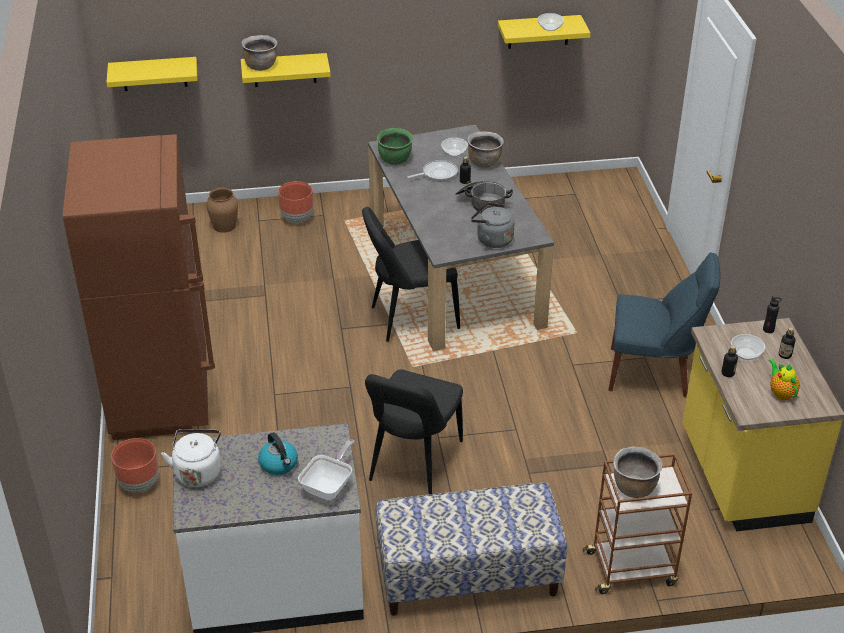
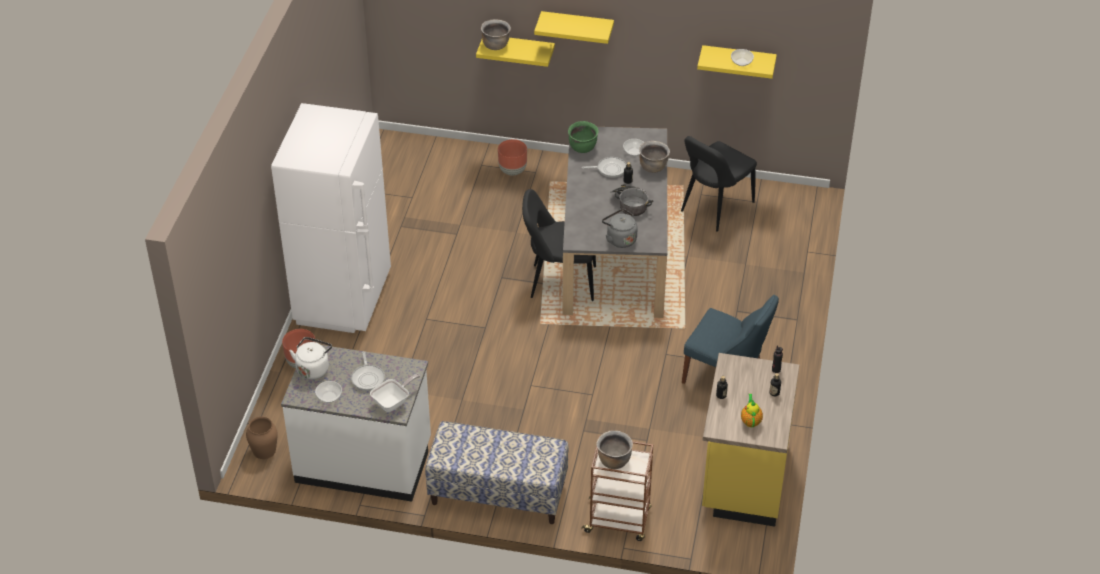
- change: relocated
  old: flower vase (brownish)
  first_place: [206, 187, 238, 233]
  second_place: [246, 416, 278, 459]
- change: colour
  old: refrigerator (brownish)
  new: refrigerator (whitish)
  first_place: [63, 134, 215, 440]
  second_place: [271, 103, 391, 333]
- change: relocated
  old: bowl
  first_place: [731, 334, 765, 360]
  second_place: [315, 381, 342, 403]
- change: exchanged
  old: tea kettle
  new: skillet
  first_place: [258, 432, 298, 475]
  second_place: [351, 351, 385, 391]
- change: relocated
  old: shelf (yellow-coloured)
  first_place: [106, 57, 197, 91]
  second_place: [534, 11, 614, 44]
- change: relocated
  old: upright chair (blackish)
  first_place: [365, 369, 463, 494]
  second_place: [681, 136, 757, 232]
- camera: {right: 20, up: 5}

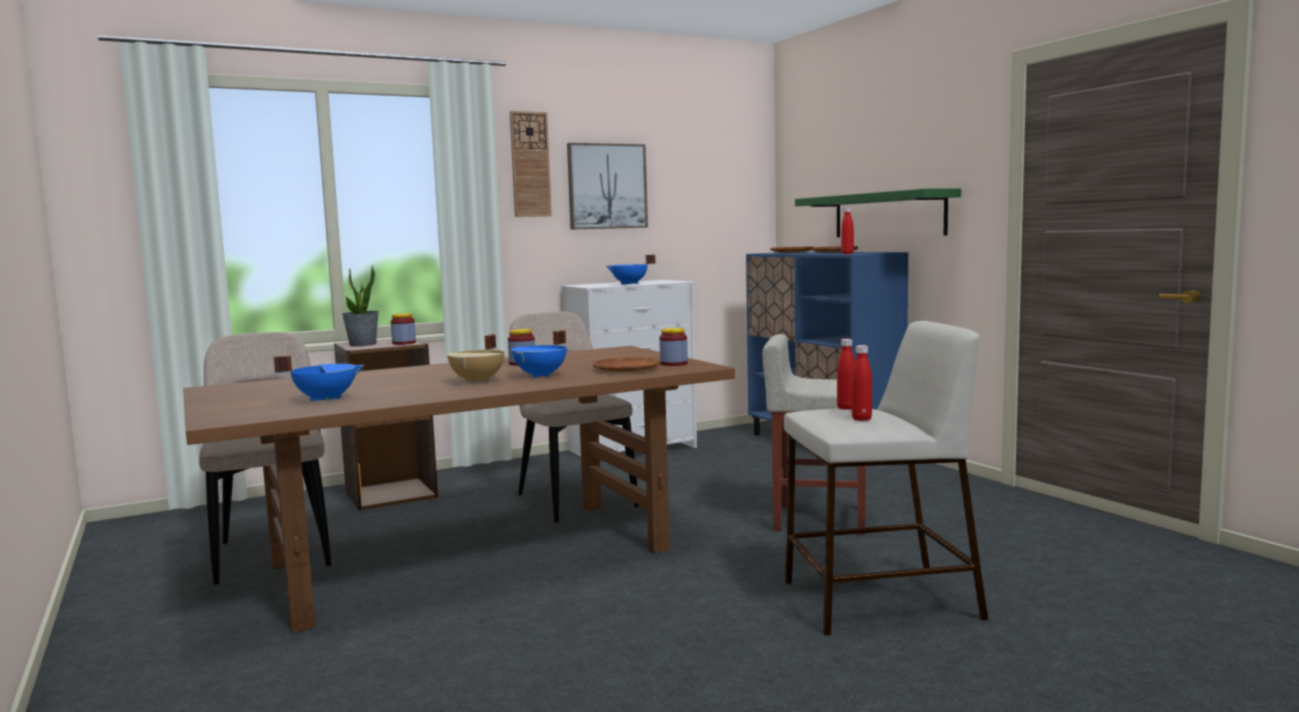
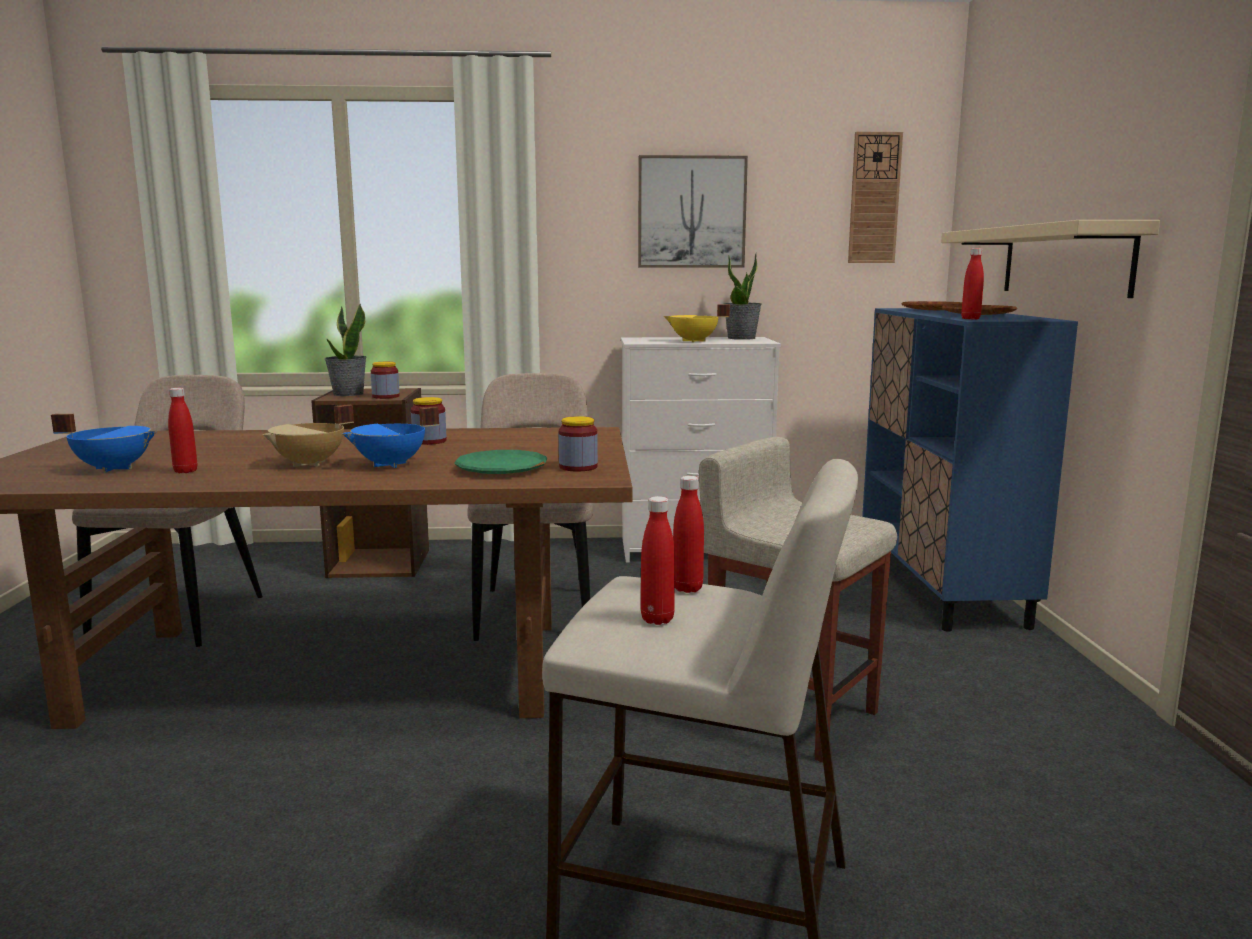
- change: appeared
  new: drink bottle (reddish)
  second_place: [168, 388, 197, 473]
- change: colour
  old: flat dish (brownish)
  new: flat dish (greenish)
  first_place: [593, 357, 660, 372]
  second_place: [454, 450, 547, 474]
- change: colour
  old: cooking pot (blue)
  new: cooking pot (yellow-coloured)
  first_place: [606, 255, 656, 284]
  second_place: [664, 304, 730, 342]
- change: appeared
  new: houseplant
  second_place: [724, 253, 762, 340]
- change: relocated
  old: clock on the wall
  first_place: [510, 111, 552, 217]
  second_place: [848, 132, 903, 263]
- change: colour
  old: shelf (greenish)
  new: shelf (sand-coloured)
  first_place: [795, 188, 961, 237]
  second_place: [941, 220, 1160, 298]
- camera: {right: 25, up: 5}

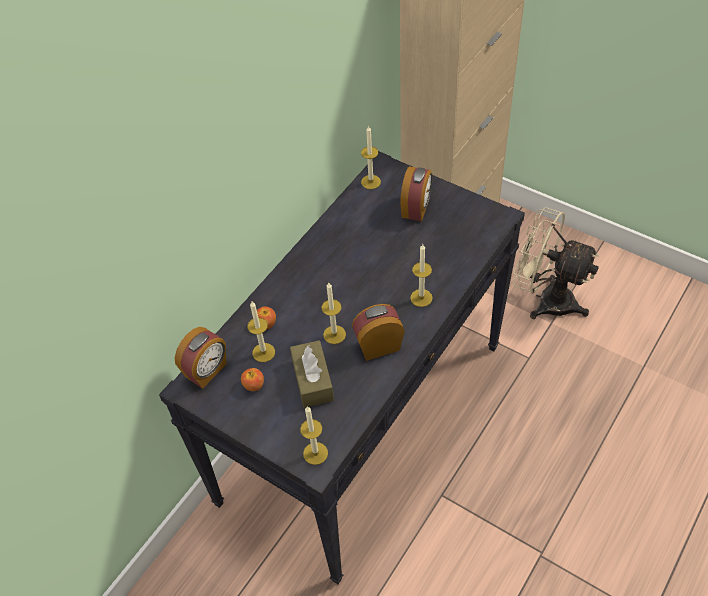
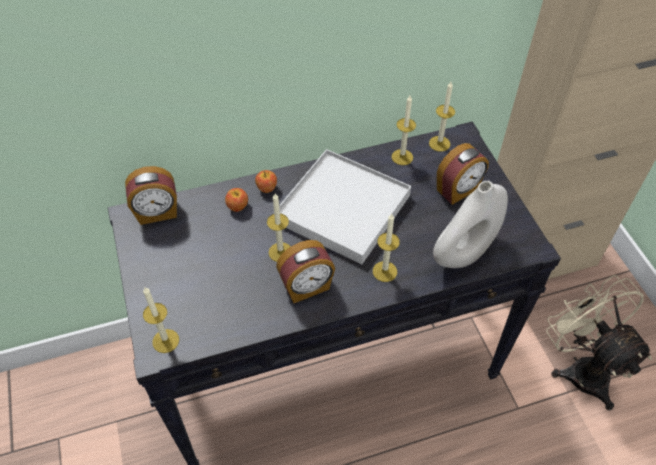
- change: relocated
  old: whole apple
  first_place: [241, 368, 264, 391]
  second_place: [255, 170, 277, 193]
- change: spun
  old: alarm clock
  first_place: [352, 304, 405, 361]
  second_place: [276, 240, 335, 303]
  degrees: 135
- change: appeared
  new: carrying tray (whitish)
  second_place: [279, 149, 411, 265]
- change: relocated
  old: candle
  first_place: [248, 302, 275, 362]
  second_place: [391, 96, 416, 165]
- change: appeared
  new: flower vase (whitish)
  second_place: [433, 181, 508, 268]
- change: missing
  old: box of tissues (brownish)
  first_place: [290, 340, 334, 408]
- camera: {right: 35, up: 0}

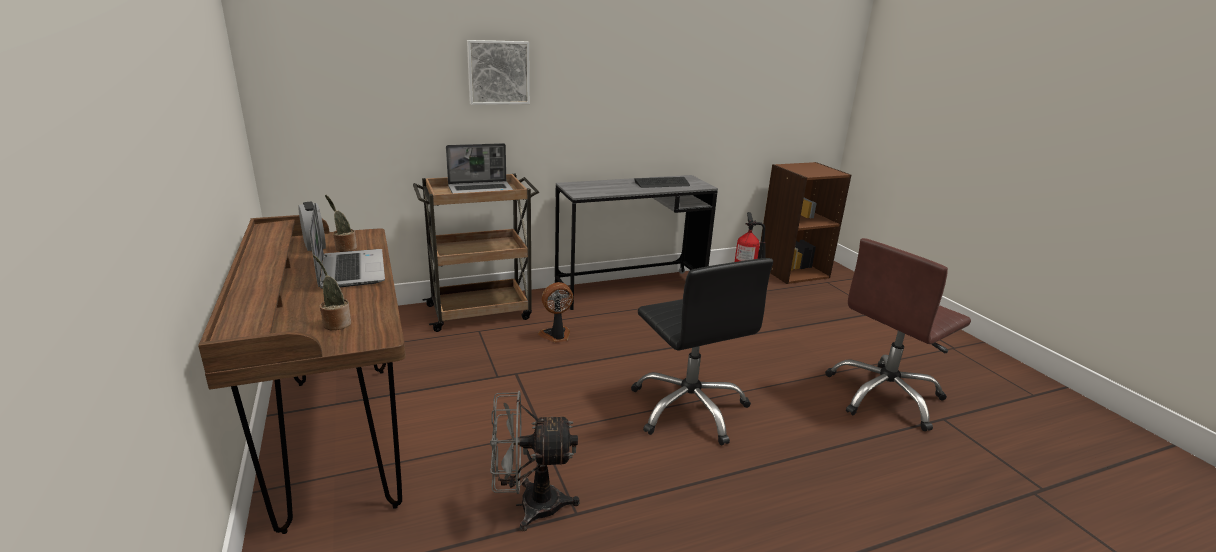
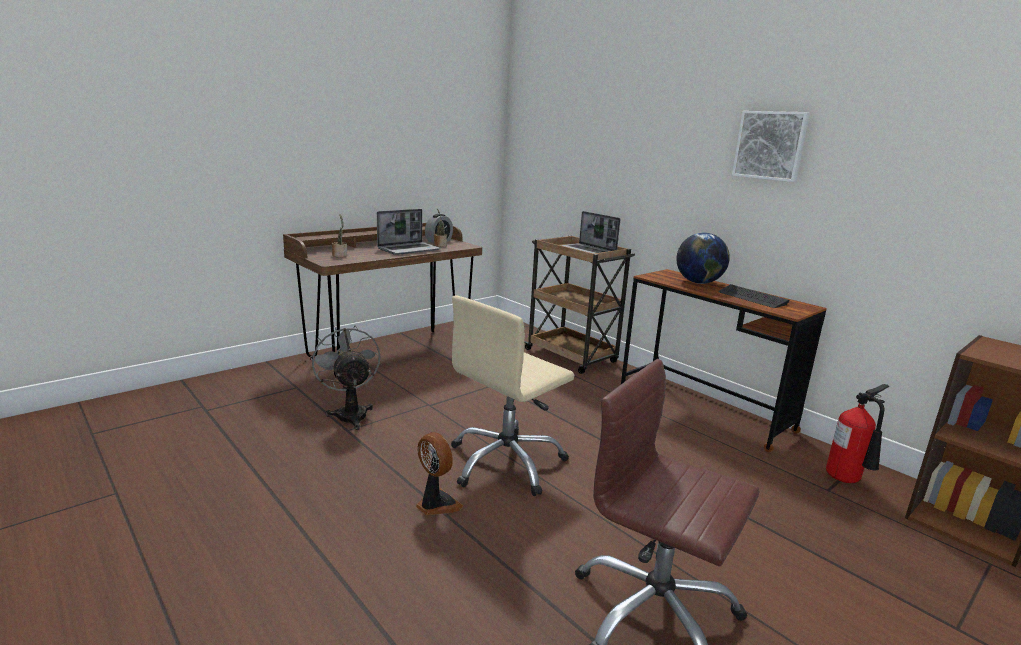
- change: relocated
  old: electric fan
  first_place: [538, 282, 573, 343]
  second_place: [416, 432, 463, 515]
- change: colour
  old: desk chair (blackish)
  new: desk chair (sand-coloured)
  first_place: [631, 258, 773, 445]
  second_place: [451, 295, 574, 496]
- change: colour
  old: desk (greyish)
  new: desk (brownish)
  first_place: [555, 175, 718, 310]
  second_place: [621, 269, 827, 452]
- change: appeared
  new: desk globe
  second_place: [676, 233, 730, 284]
- change: relocated
  old: wall art
  first_place: [467, 40, 530, 105]
  second_place: [732, 111, 810, 182]
- camera: {right: 70, up: -5}

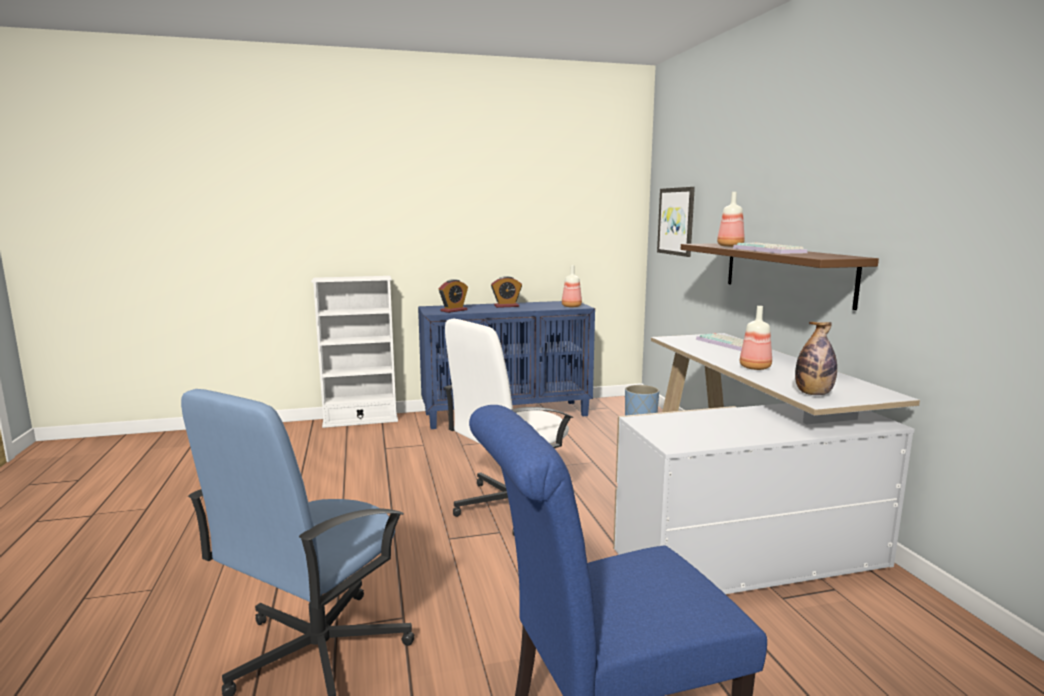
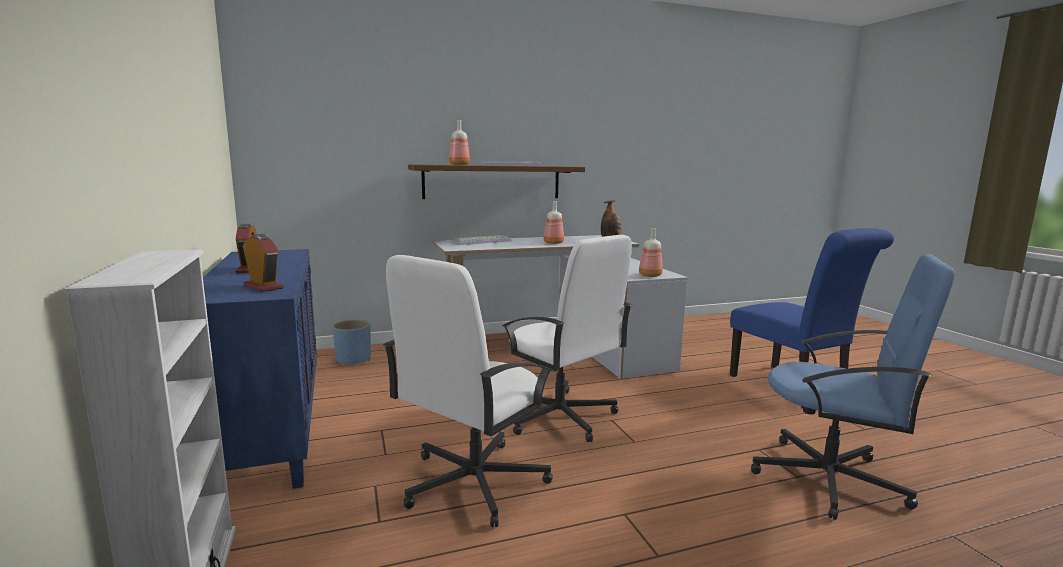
- change: appeared
  new: desk chair (whitish)
  second_place: [383, 255, 553, 528]
- change: relocated
  old: drink bottle
  first_place: [562, 265, 582, 307]
  second_place: [639, 228, 663, 277]
- change: missing
  old: wall art
  first_place: [657, 187, 695, 257]
- camera: {right: -95, up: 0}

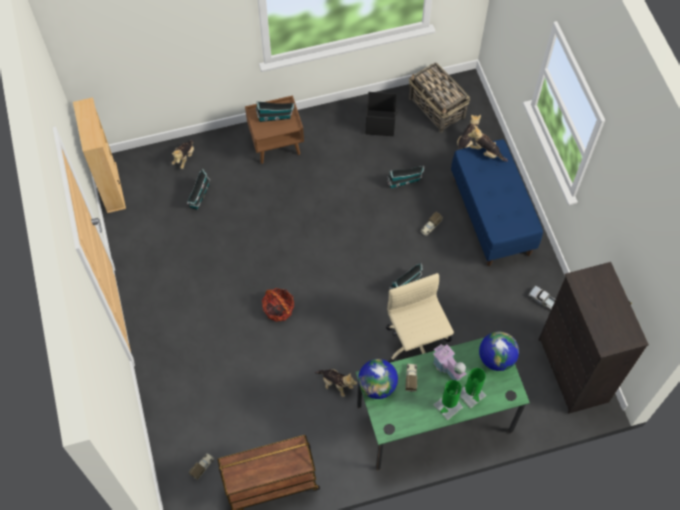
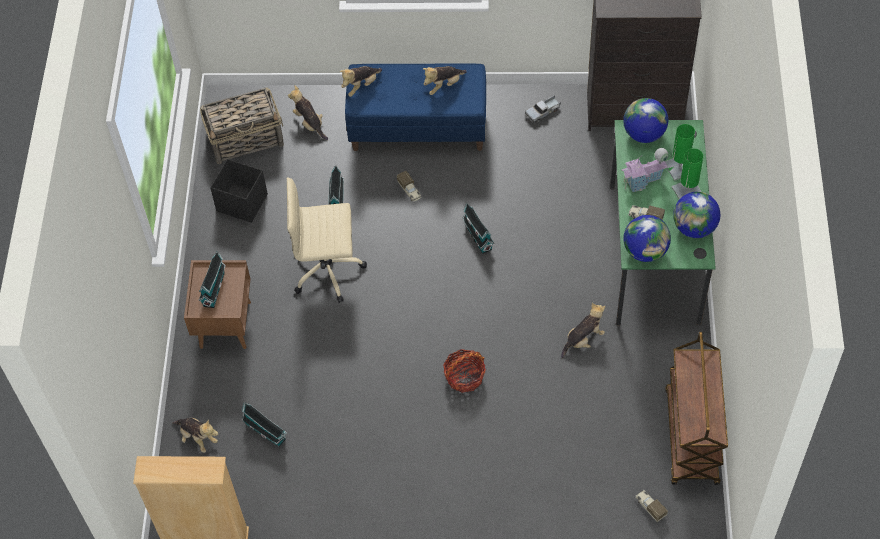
- change: relocated
  old: desk chair (sand-coloured)
  first_place: [386, 273, 454, 363]
  second_place: [286, 177, 367, 303]
- change: appeared
  new: plush toy
  second_place: [423, 66, 467, 95]
- change: appeared
  new: desk globe
  second_place: [673, 192, 720, 238]
- camera: {right: -70, up: -5}

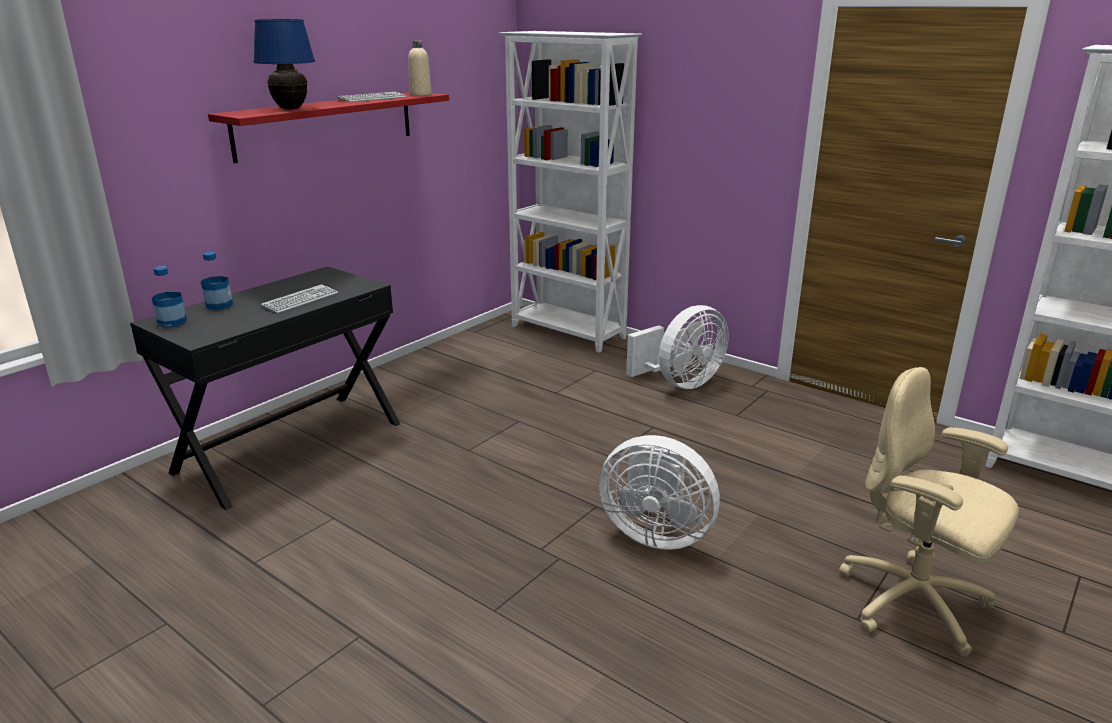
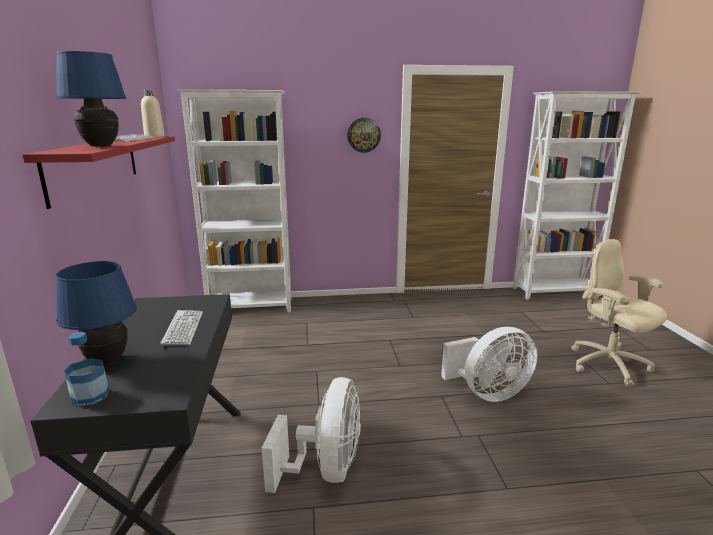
- change: exchanged
  old: drink bottle
  new: tabletop lamp (blue)
  first_place: [201, 252, 233, 310]
  second_place: [56, 261, 137, 365]
- change: relocated
  old: electric fan (whitish)
  first_place: [626, 305, 729, 389]
  second_place: [262, 377, 361, 493]
- change: appeared
  new: clock on the wall
  second_place: [347, 118, 381, 153]
- change: spun
  old: desk chair (sand-coloured)
  first_place: [839, 367, 1019, 657]
  second_place: [571, 239, 667, 387]
  degrees: 60
- camera: {right: -45, up: -5}

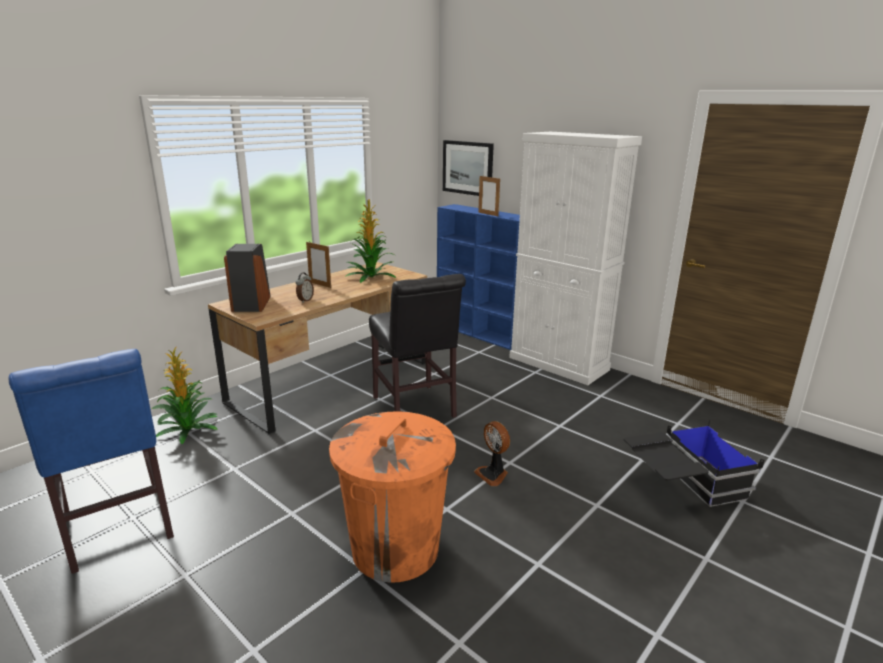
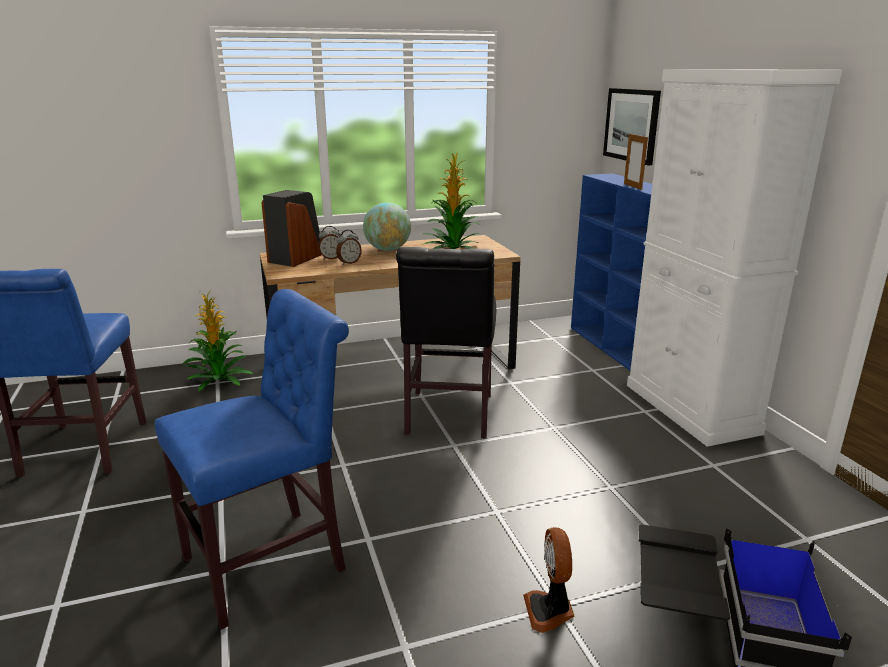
- change: exchanged
  old: trash can (orange)
  new: upright chair (blue)
  first_place: [329, 411, 456, 583]
  second_place: [154, 289, 349, 630]
- change: appeared
  new: alarm clock
  second_place: [318, 226, 341, 259]
- change: exchanged
  old: photo frame
  new: desk globe
  first_place: [306, 242, 331, 288]
  second_place: [363, 202, 411, 251]
- change: relocated
  old: electric fan
  first_place: [474, 421, 510, 486]
  second_place: [523, 527, 574, 633]
- camera: {right: 30, up: 0}

